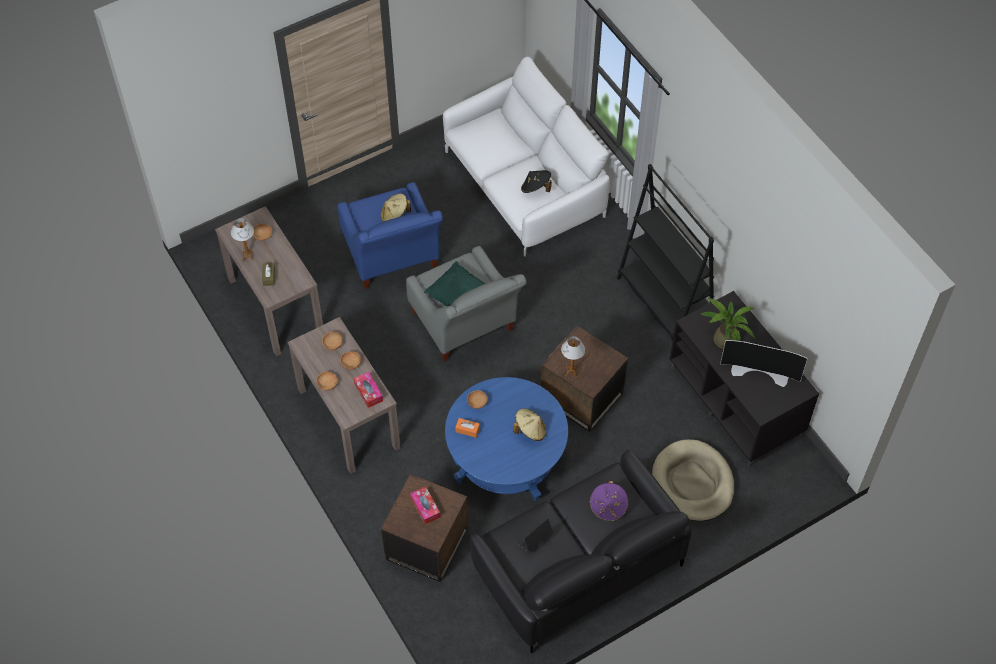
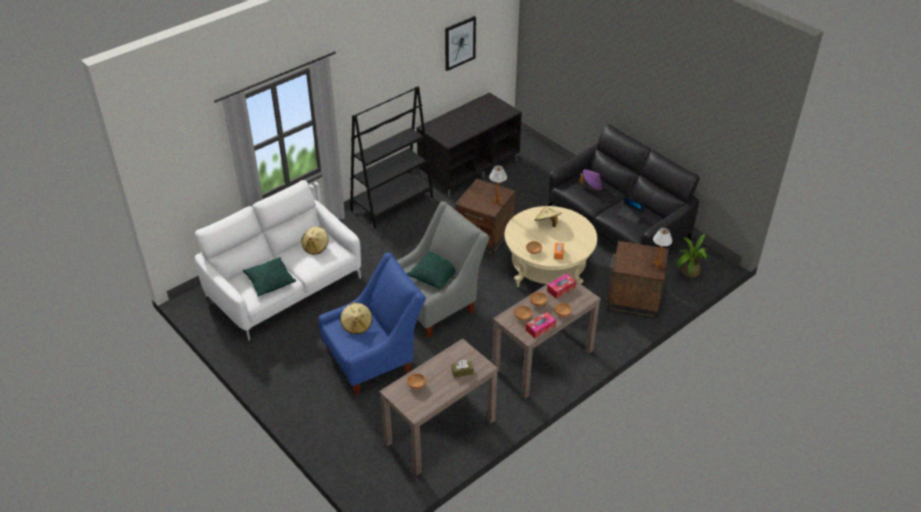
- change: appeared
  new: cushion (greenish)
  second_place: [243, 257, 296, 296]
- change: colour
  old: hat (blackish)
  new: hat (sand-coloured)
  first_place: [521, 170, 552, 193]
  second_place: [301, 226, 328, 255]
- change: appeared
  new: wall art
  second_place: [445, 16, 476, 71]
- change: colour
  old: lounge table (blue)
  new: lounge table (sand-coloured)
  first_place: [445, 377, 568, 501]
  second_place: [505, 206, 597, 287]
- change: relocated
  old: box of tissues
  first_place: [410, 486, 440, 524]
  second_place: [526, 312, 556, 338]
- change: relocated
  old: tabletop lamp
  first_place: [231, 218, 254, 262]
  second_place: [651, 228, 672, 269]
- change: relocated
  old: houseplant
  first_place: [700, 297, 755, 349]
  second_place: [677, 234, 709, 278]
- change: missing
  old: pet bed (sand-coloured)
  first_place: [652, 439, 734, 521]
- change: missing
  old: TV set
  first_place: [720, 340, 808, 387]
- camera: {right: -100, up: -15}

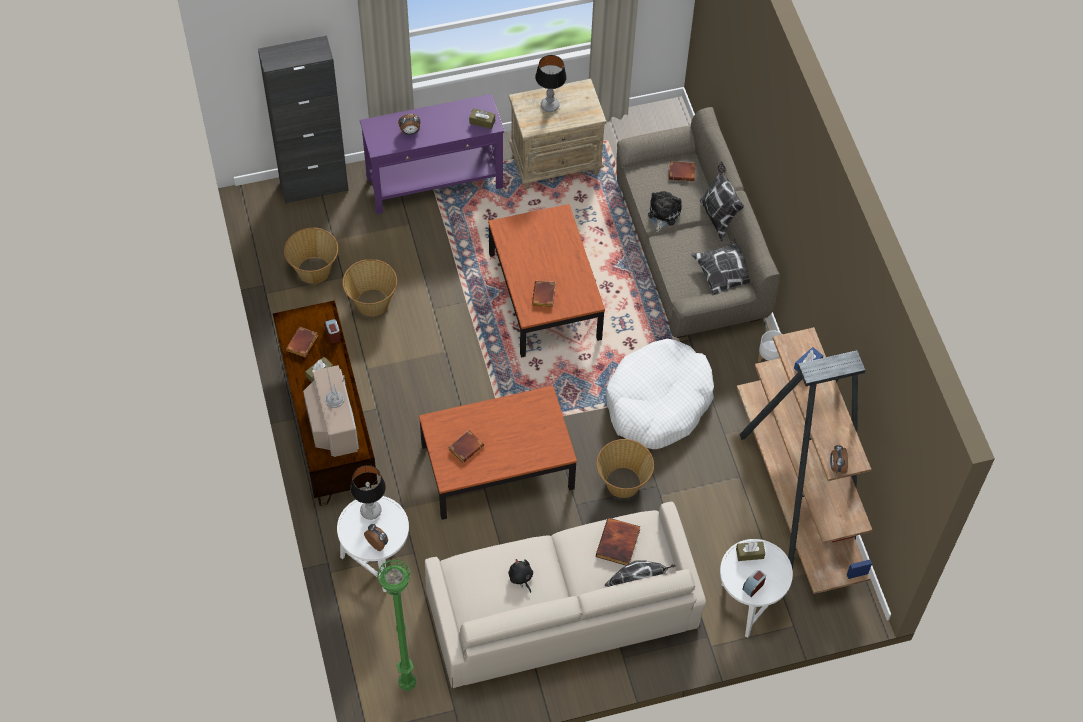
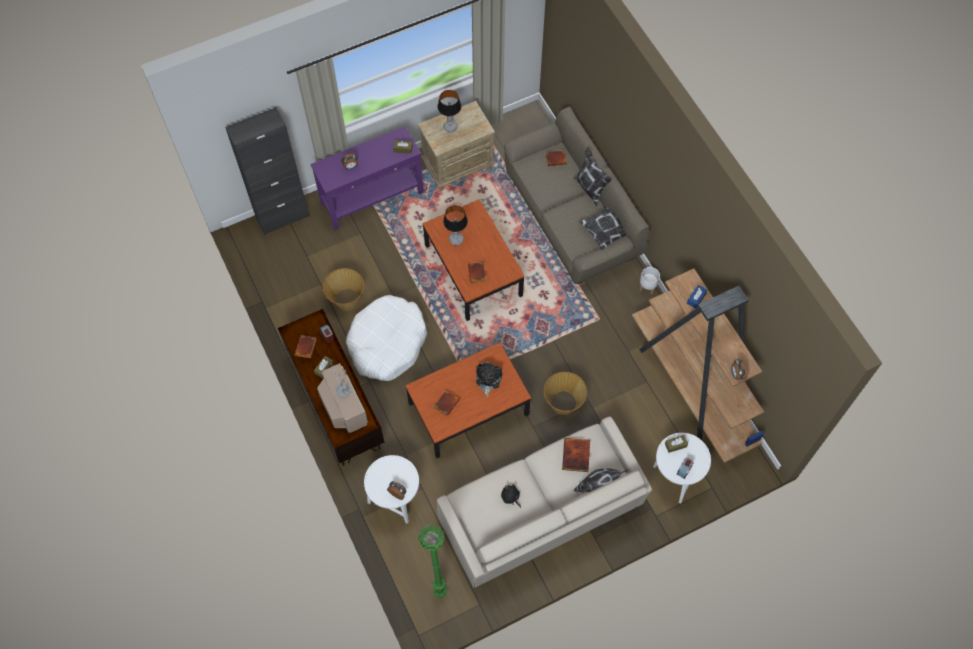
- change: relocated
  old: pet bed (whitish)
  first_place: [606, 339, 714, 449]
  second_place: [346, 295, 427, 381]
- change: relocated
  old: tabletop lamp
  first_place: [350, 465, 386, 520]
  second_place: [443, 205, 468, 245]
- change: relocated
  old: plush toy
  first_place: [648, 191, 682, 232]
  second_place: [476, 362, 502, 397]
- change: missing
  old: storage basket
  first_place: [284, 228, 338, 284]
- camera: {right: -10, up: 5}

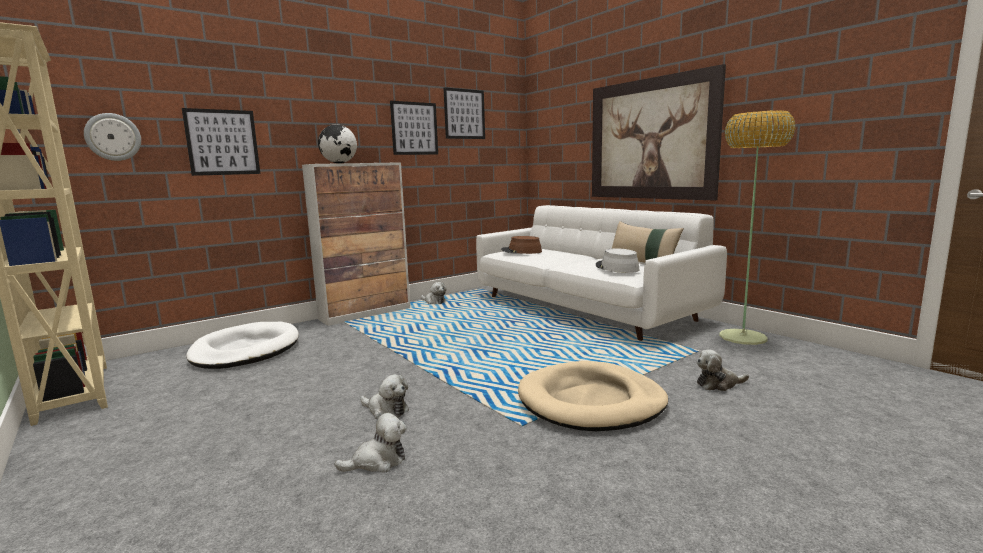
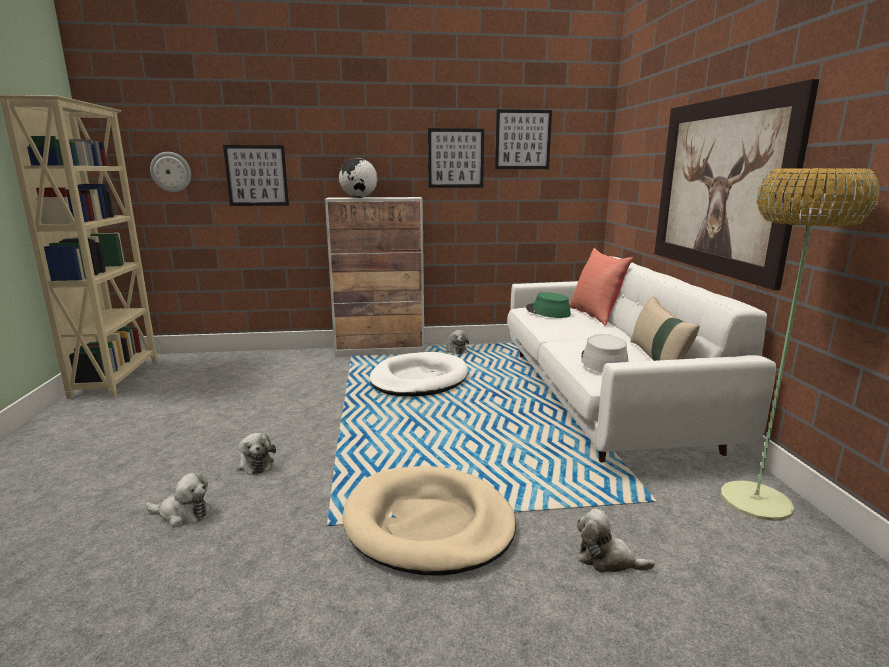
- change: relocated
  old: pet bed (whitish)
  first_place: [186, 322, 299, 369]
  second_place: [370, 352, 468, 396]
- change: colour
  old: hat (brownish)
  new: hat (greenish)
  first_place: [501, 236, 542, 254]
  second_place: [526, 292, 571, 318]
- change: appeared
  new: cushion (reddish)
  second_place: [569, 248, 633, 326]
- camera: {right: 30, up: 5}

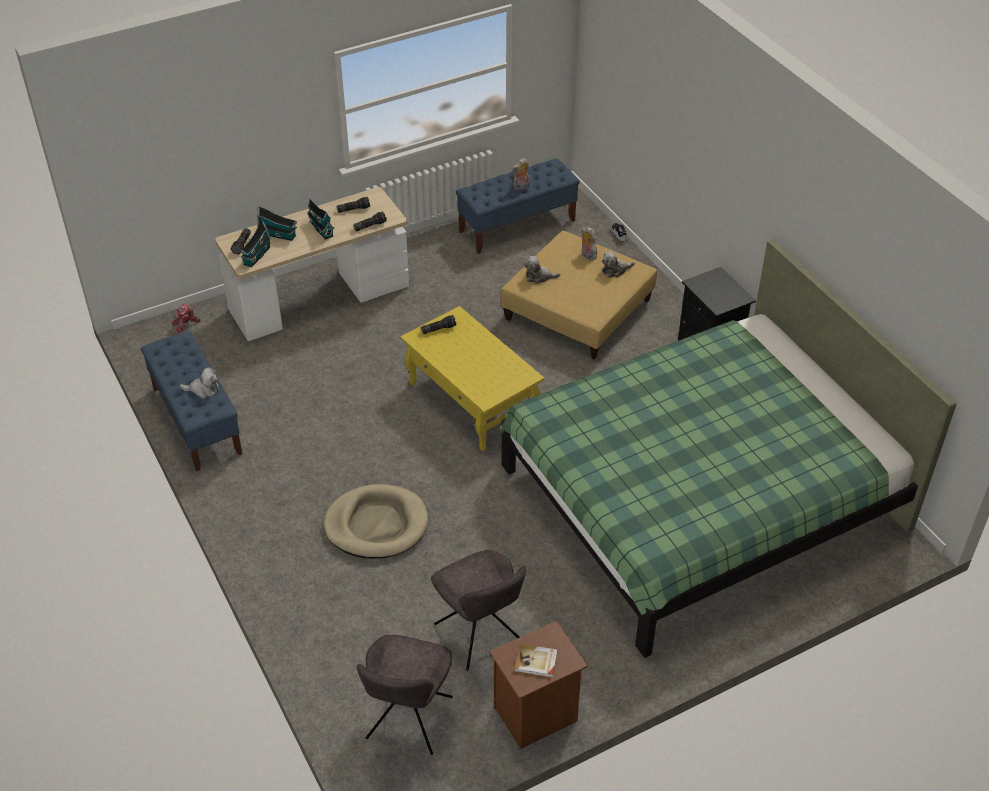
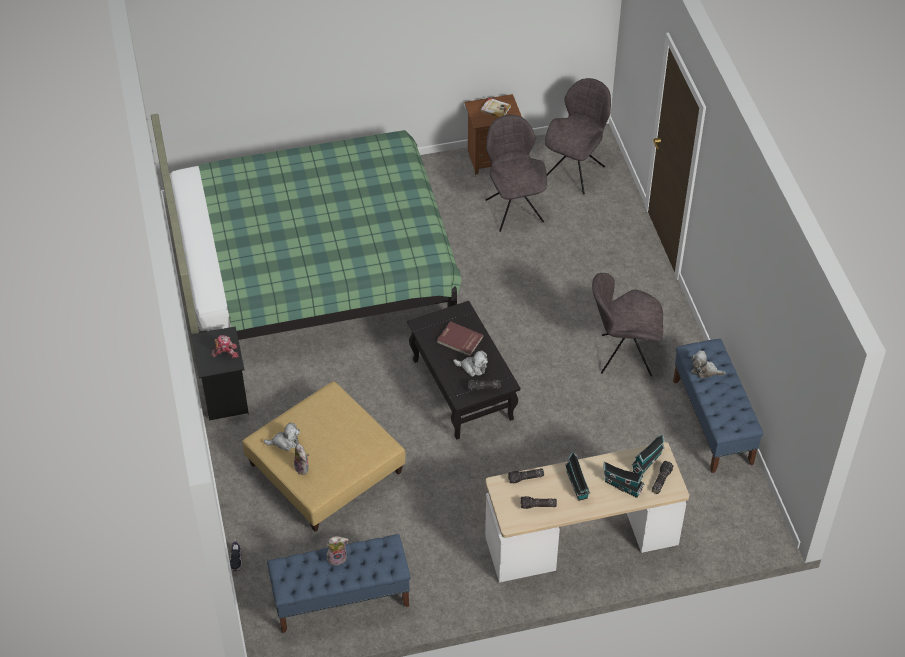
- change: relocated
  old: toy robot
  first_place: [172, 303, 200, 332]
  second_place: [211, 335, 239, 358]
- change: colour
  old: lounge table (yellow-coloured)
  new: lounge table (blackish)
  first_place: [401, 306, 544, 451]
  second_place: [407, 301, 520, 440]
- change: appeared
  new: book (reddish)
  second_place: [437, 321, 483, 356]
- change: relocated
  old: plush toy
  first_place: [524, 256, 560, 284]
  second_place: [453, 350, 488, 377]
- change: appeared
  new: upright chair (greyish)
  second_place: [592, 273, 663, 376]
- change: missing
  old: pet bed (sand-coloured)
  first_place: [324, 484, 428, 559]
- camera: {right: -165, up: 5}

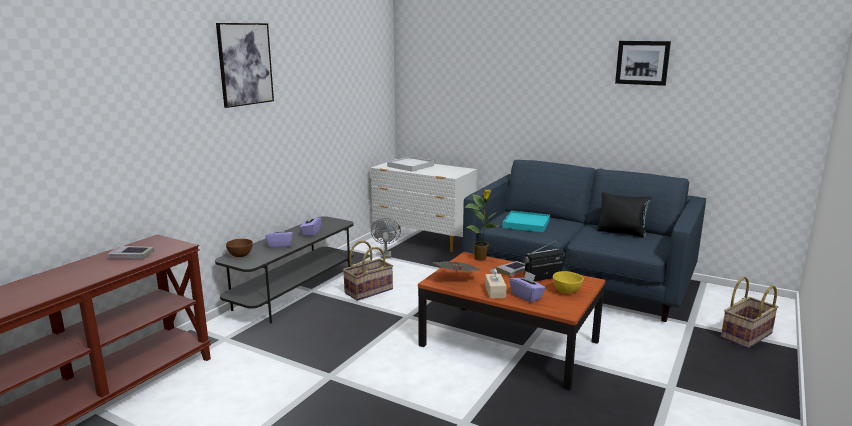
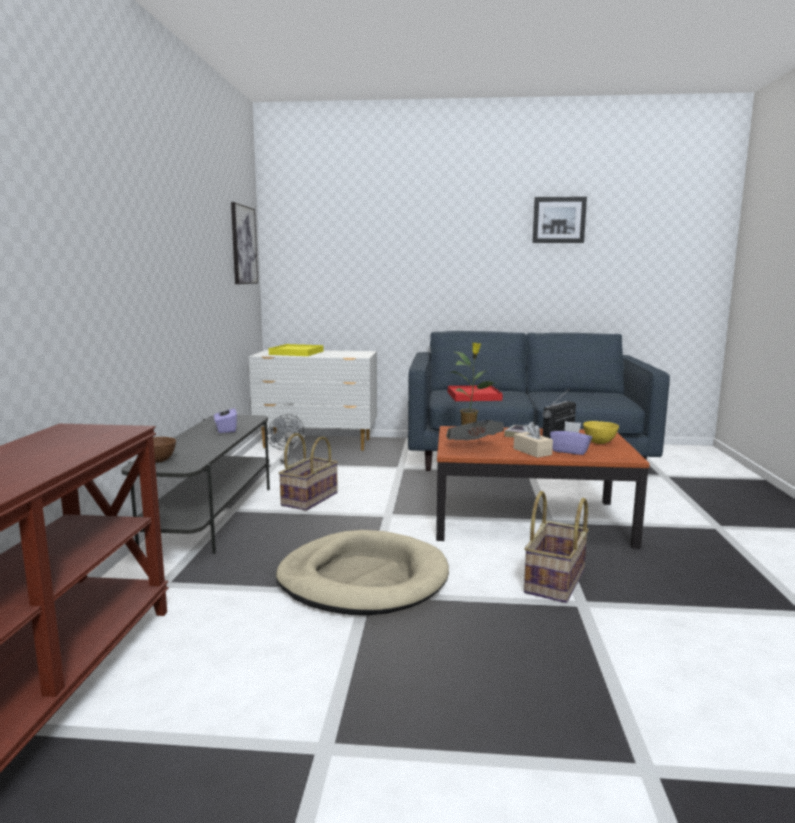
- change: relocated
  old: wall art
  first_place: [216, 23, 274, 108]
  second_place: [231, 202, 258, 284]
- change: colour
  old: carrying tray (whitish)
  new: carrying tray (yellow-coloured)
  first_place: [387, 156, 434, 172]
  second_place: [269, 344, 324, 356]
- change: appeared
  new: pet bed (sand-coloured)
  second_place: [276, 530, 449, 615]
- change: colour
  old: carrying tray (blue-green)
  new: carrying tray (reddish)
  first_place: [502, 211, 550, 232]
  second_place: [448, 385, 503, 401]
- change: relocated
  old: storage basket
  first_place: [721, 277, 778, 349]
  second_place: [524, 491, 589, 603]
- change: missing
  old: book
  first_place: [108, 246, 154, 258]
- change: missing
  old: box of tissues (purplish)
  first_place: [266, 225, 293, 248]
- change: missing
  old: cushion (blackish)
  first_place: [597, 192, 652, 238]
- camera: {right: -25, up: -5}

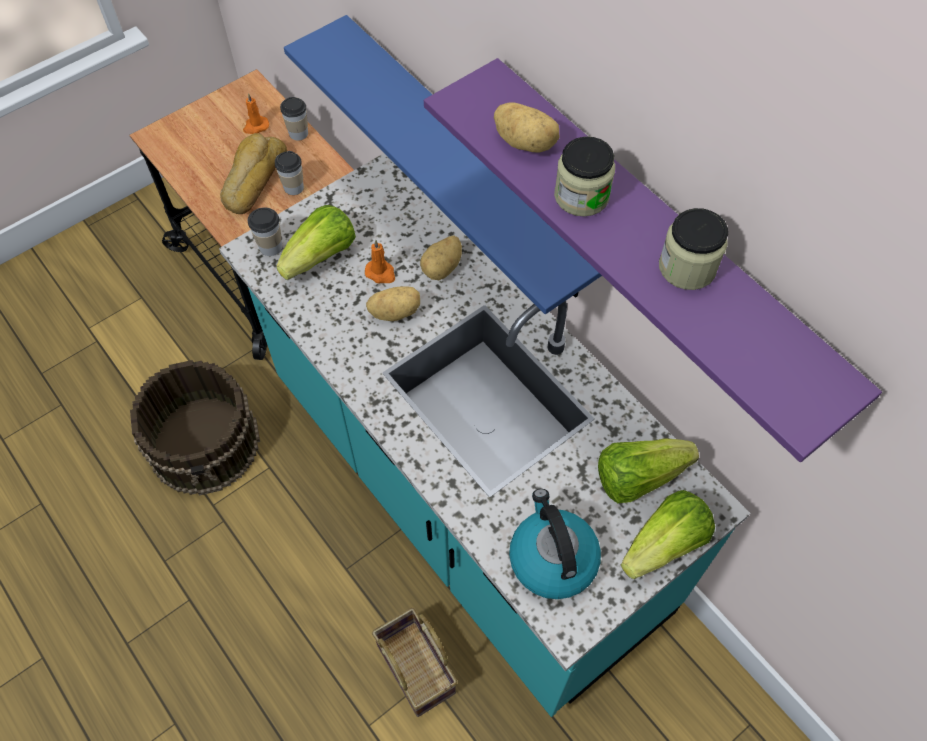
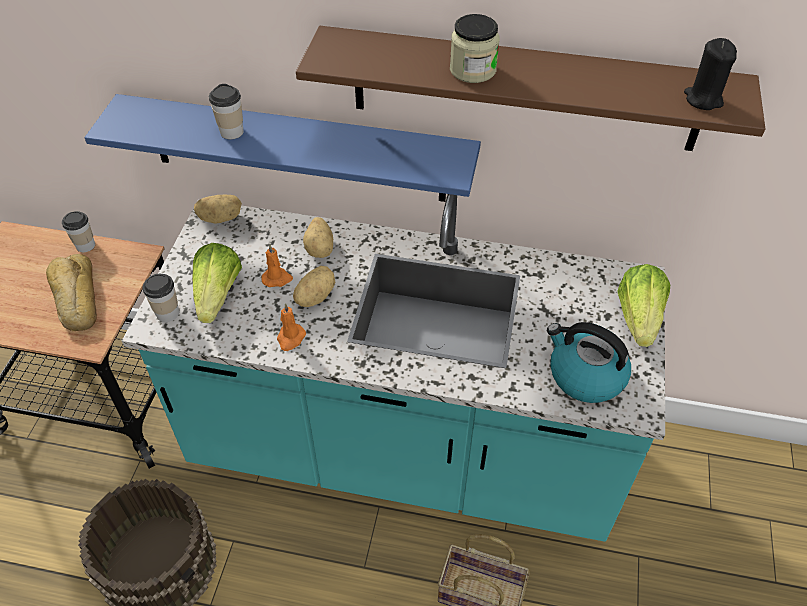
- change: relocated
  old: whole potato
  first_place: [494, 103, 559, 153]
  second_place: [194, 195, 242, 224]
- change: relocated
  old: cup
  first_place: [275, 151, 304, 195]
  second_place: [209, 84, 244, 140]
- change: relocated
  old: candle (orange)
  first_place: [243, 93, 269, 134]
  second_place: [277, 303, 306, 351]
- change: colour
  old: shelf (purplish)
  new: shelf (brownish)
  first_place: [424, 58, 882, 462]
  second_place: [296, 26, 765, 151]
- change: appeared
  new: candle (blackish)
  second_place: [684, 38, 737, 110]
- change: missing
  old: lettuce head
  first_place: [598, 439, 699, 503]
- change: missing
  old: preserve jar
  first_place: [659, 208, 728, 290]
- camera: {right: -40, up: -10}

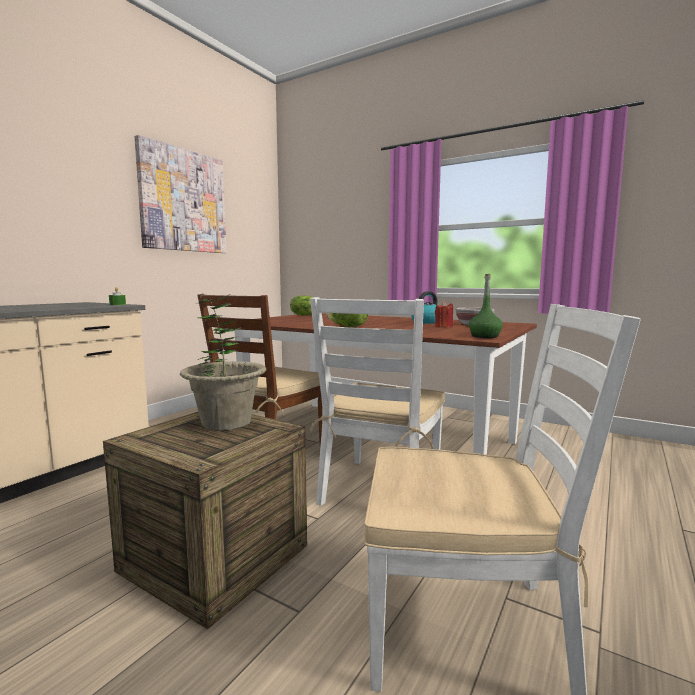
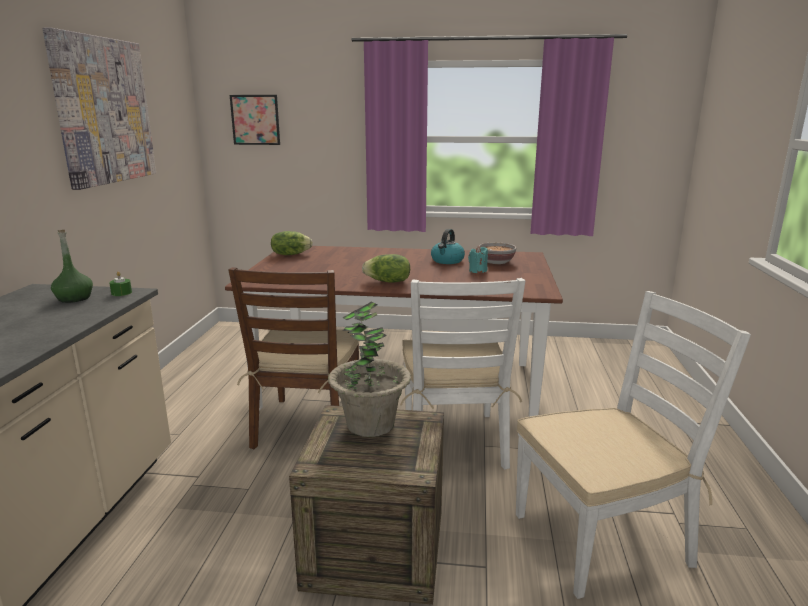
- change: relocated
  old: drink bottle (greenish)
  first_place: [469, 274, 503, 338]
  second_place: [51, 230, 93, 303]
- change: appeared
  new: wall art
  second_place: [230, 95, 280, 145]
- change: colour
  old: candle (reddish)
  new: candle (blue-green)
  first_place: [435, 301, 453, 327]
  second_place: [468, 246, 488, 273]
- camera: {right: -25, up: 10}

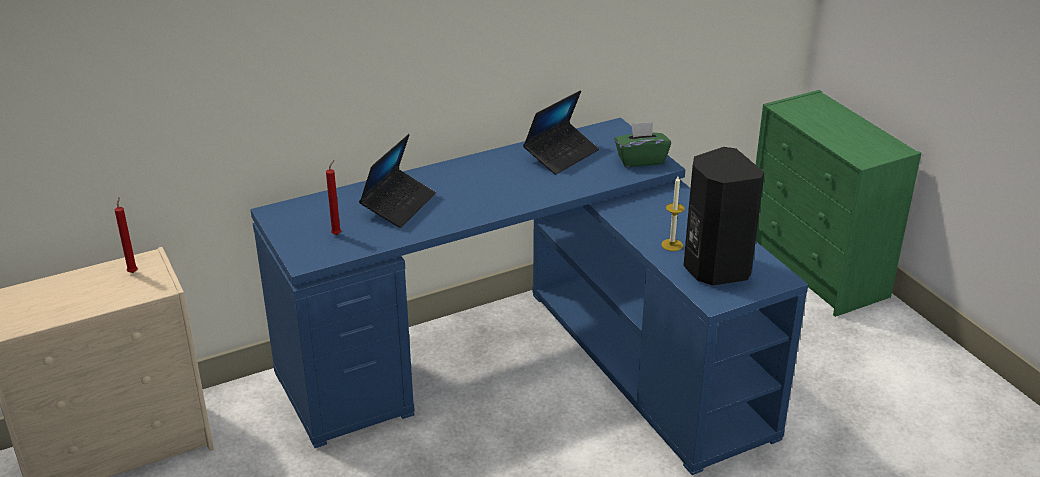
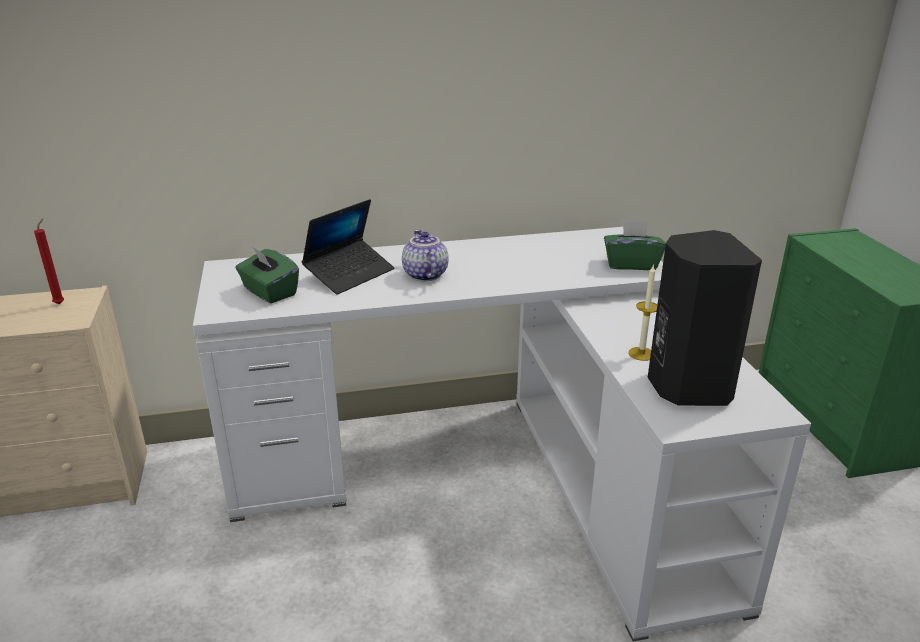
- change: colour
  old: desk (blue)
  new: desk (whitish)
  first_place: [251, 118, 808, 475]
  second_place: [193, 227, 811, 642]
- change: exchanged
  old: candle (reddish)
  new: box of tissues (greenish)
  first_place: [326, 160, 341, 235]
  second_place: [236, 246, 299, 303]
- change: appeared
  new: pot for tea
  second_place: [402, 230, 449, 281]
- change: missing
  old: portable computer
  first_place: [523, 90, 599, 175]
- camera: {right: 15, up: -5}

